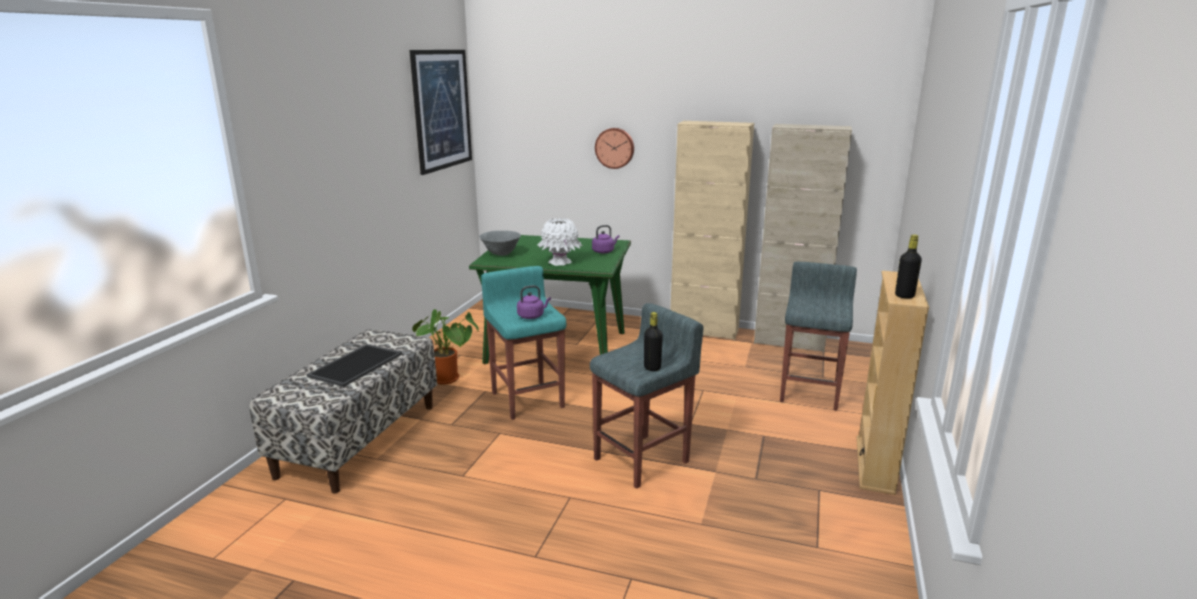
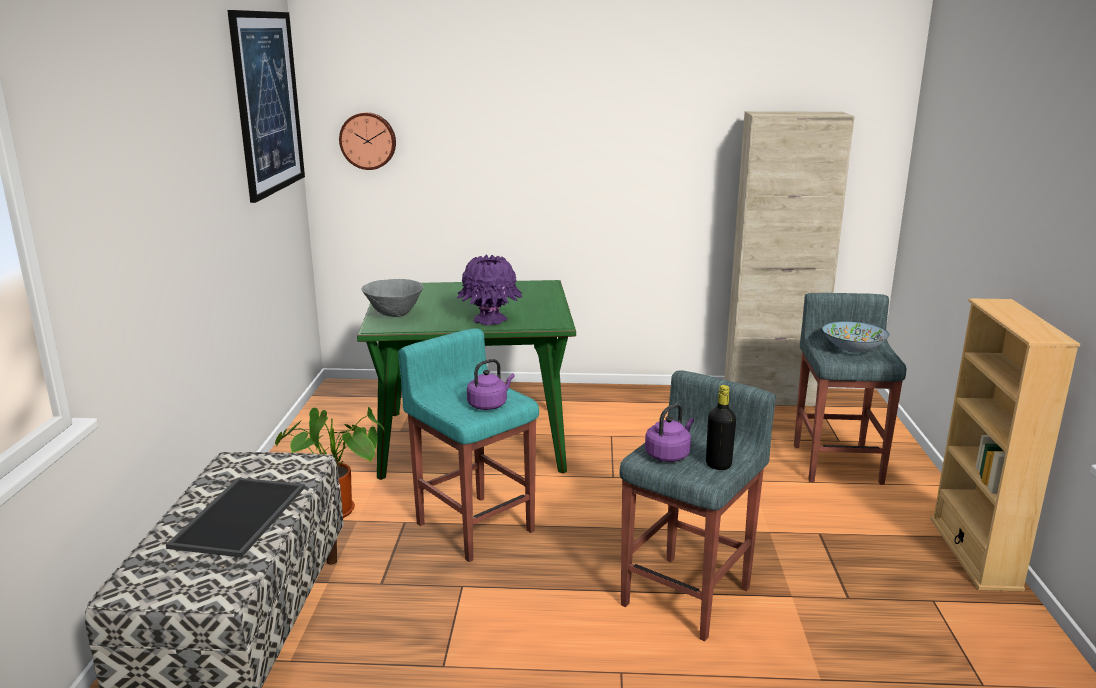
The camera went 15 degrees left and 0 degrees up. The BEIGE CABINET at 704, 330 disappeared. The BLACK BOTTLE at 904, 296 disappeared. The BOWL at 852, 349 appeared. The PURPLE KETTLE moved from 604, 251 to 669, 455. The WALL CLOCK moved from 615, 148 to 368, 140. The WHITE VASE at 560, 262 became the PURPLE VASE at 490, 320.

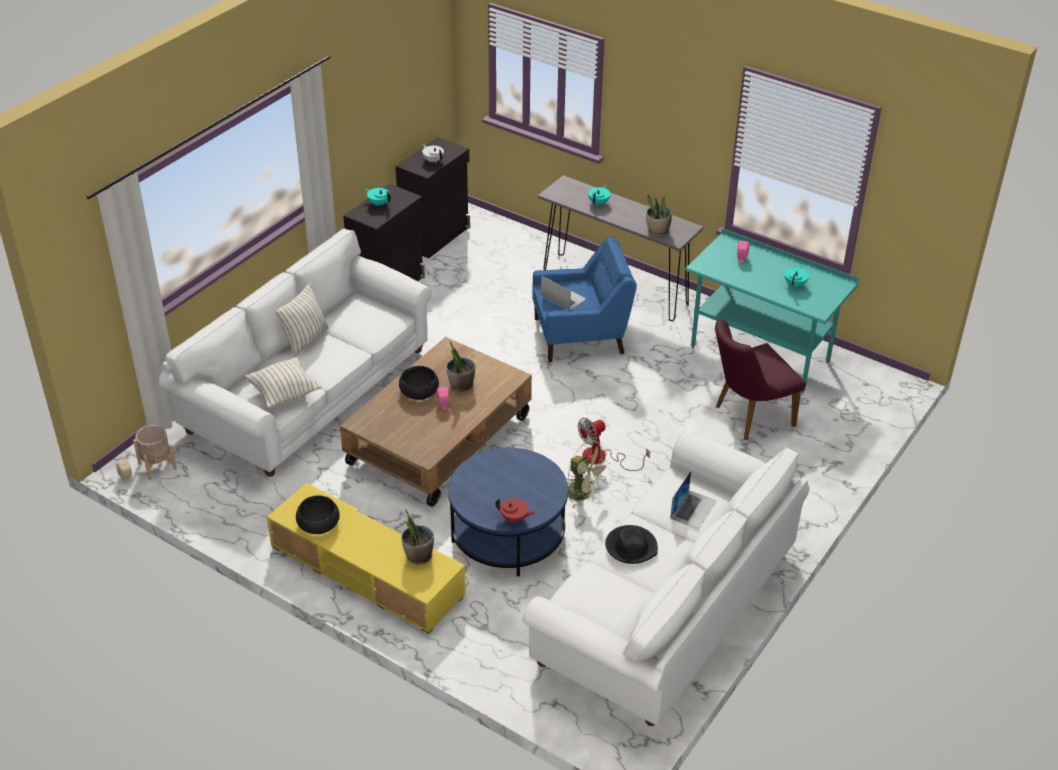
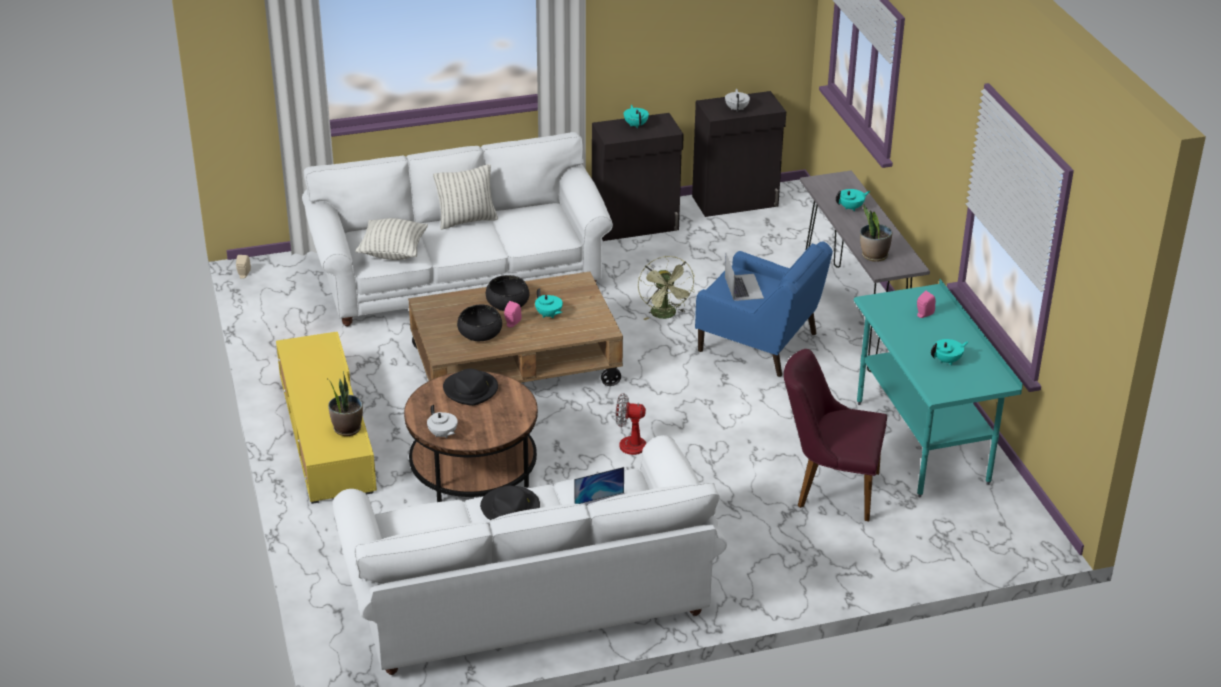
The camera went 40 degrees right and 5 degrees down. The BEIGE PLANTER at 157, 466 disappeared. The BLACK HAT at 471, 390 appeared. The BLACK BOWL moved from 318, 523 to 480, 333. The GREEN FAN moved from 583, 494 to 666, 315. The POTTED PLANT at 461, 385 was replaced by the TURQUOISE TEAPOT at 549, 315. The BLUE COFFEE TABLE at 508, 534 became the BROWN COFFEE TABLE at 473, 467. The RED TEAPOT at 514, 519 became the WHITE TEAPOT at 442, 434.

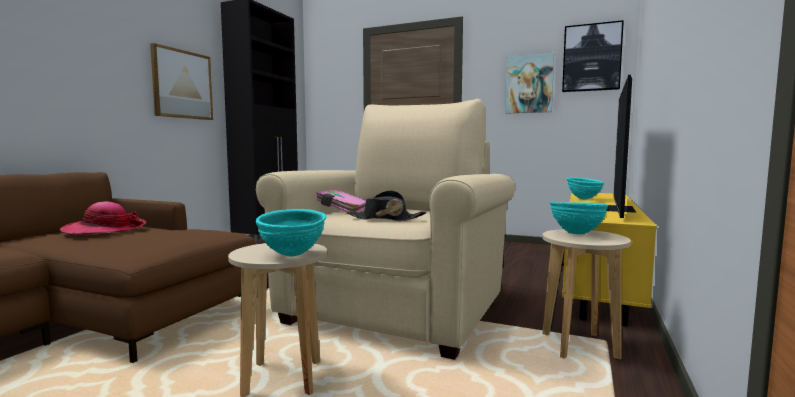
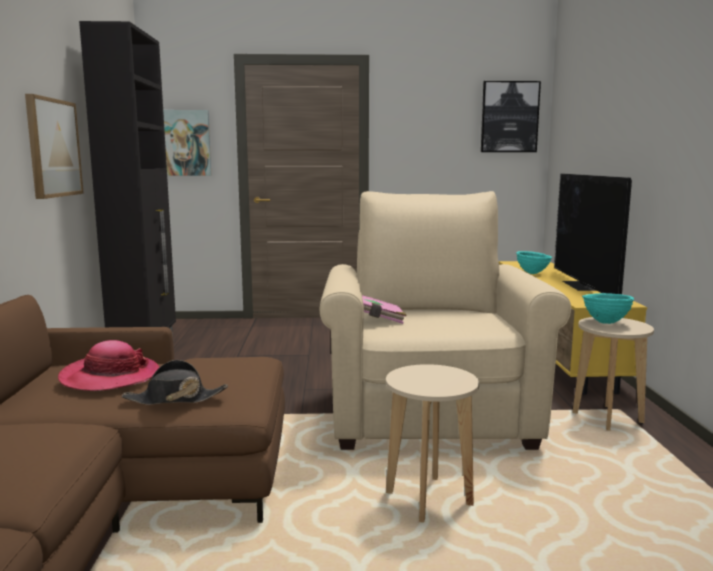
The camera went 25 degrees left and 5 degrees up. The TURQUOISE BOWL at 292, 255 disappeared. The BLACK HAT moved from 385, 219 to 175, 399. The PICTURE moved from 529, 84 to 184, 143.

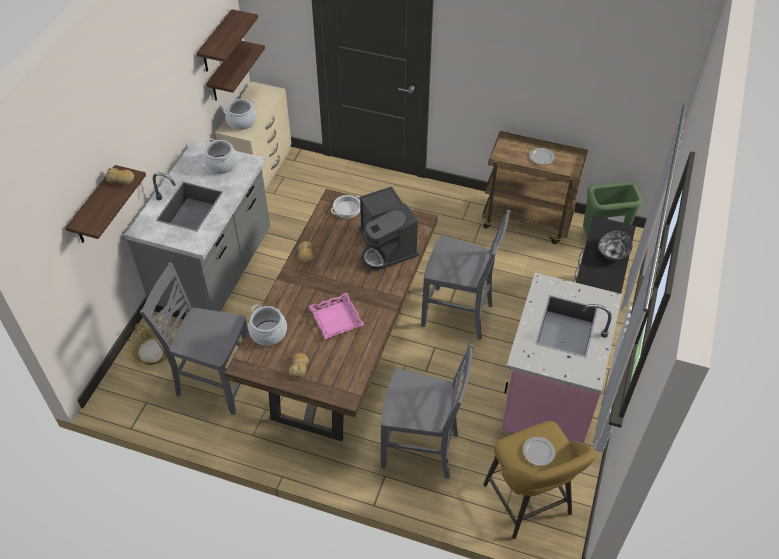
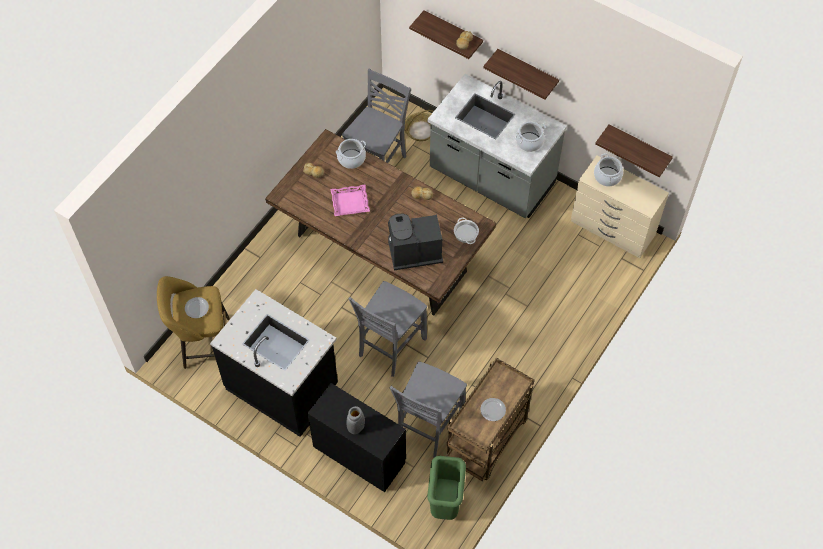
The camera went 105 degrees right and 10 degrees up. The SHELF moved from 216, 43 to 527, 72. The GREY CHAIR moved from 422, 450 to 428, 426. The BOWL at 613, 253 was replaced by the GREY VASE at 356, 427. The PINK COUNTER at 547, 401 became the BLACK COUNTER at 283, 387.

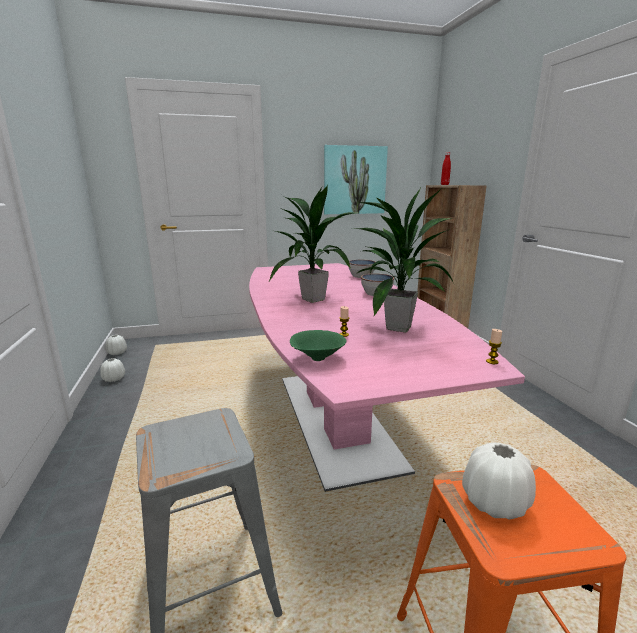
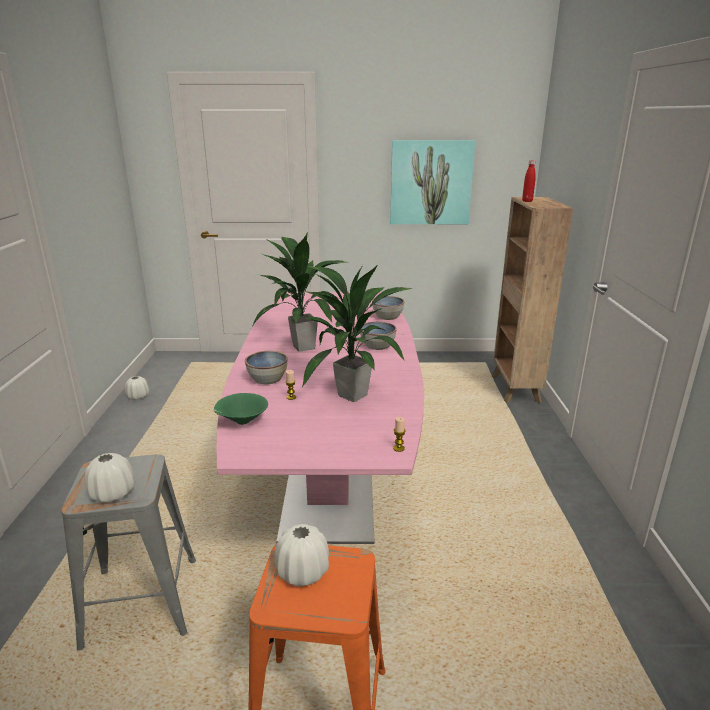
The camera went 15 degrees right and 5 degrees up. The BOWL at 267, 378 appeared. The WHITE VASE moved from 117, 352 to 112, 493.

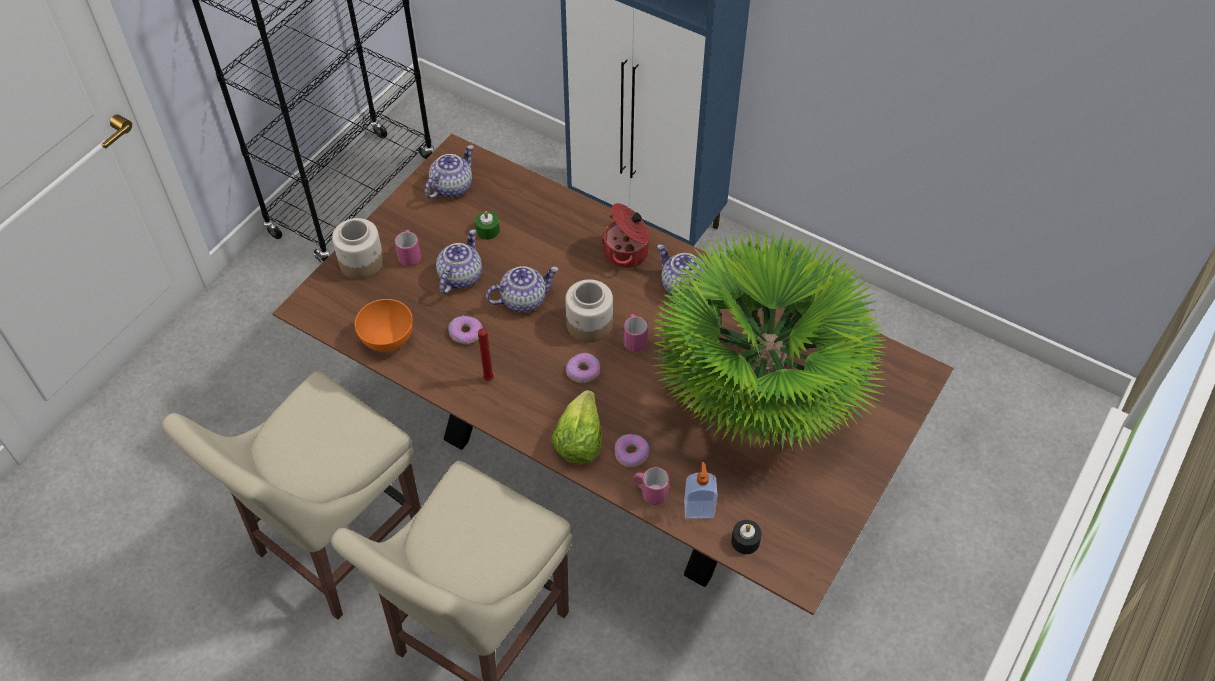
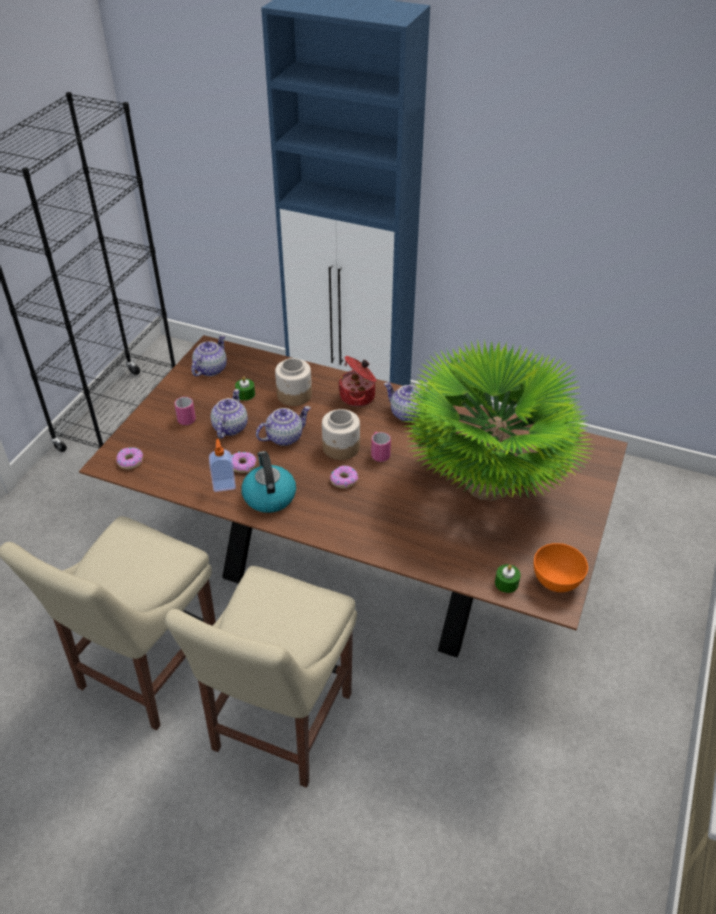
The camera went 10 degrees left and 10 degrees down. The LETTUCE at 579, 439 disappeared. The PINK MUG at 650, 493 disappeared. The JAR moved from 362, 262 to 295, 395. The ORANGE BOWL moved from 387, 339 to 556, 581. The DONUT moved from 631, 453 to 130, 461. The SOAP DISPENSER moved from 699, 508 to 224, 484. The RED CANDLE at 488, 380 was replaced by the KETTLE at 269, 496. The BLACK CANDLE at 745, 541 became the GREEN CANDLE at 506, 583.

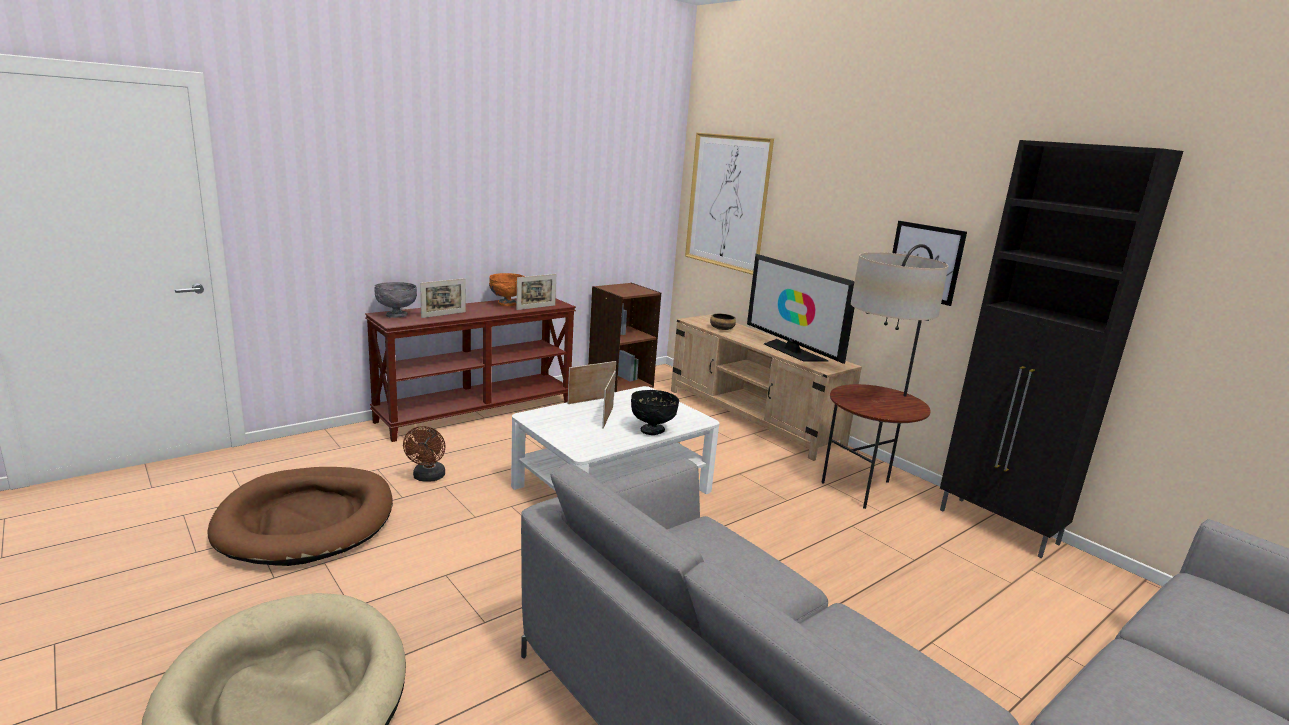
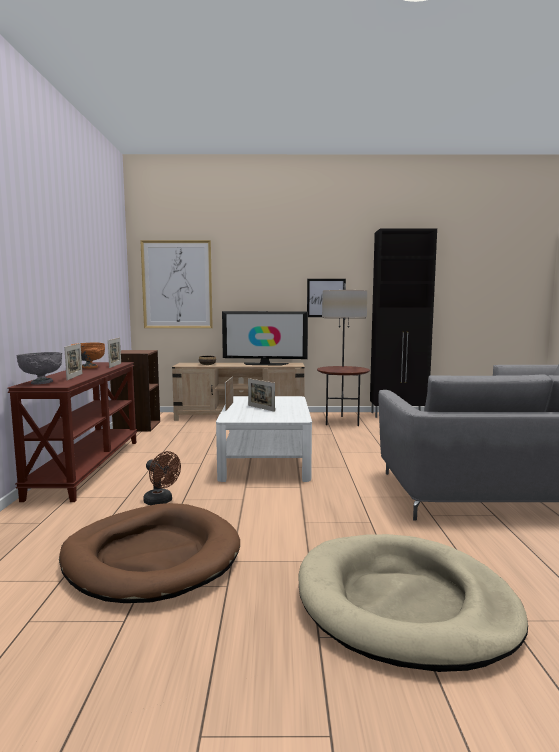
The camera went 50 degrees left and 10 degrees down. The BLACK BOWL at 652, 430 disappeared.

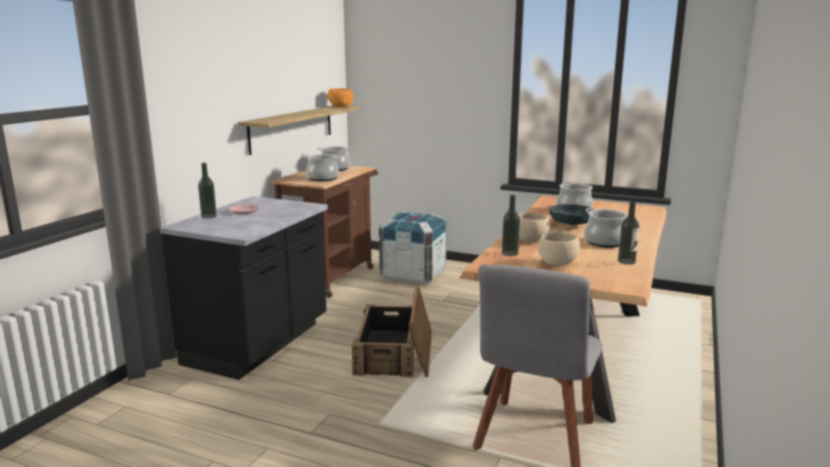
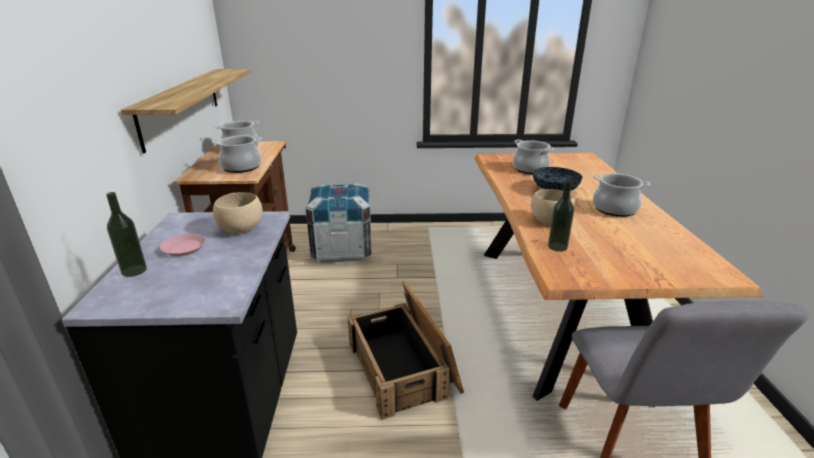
The camera went 25 degrees left and 10 degrees up. The ORANGE BOWL at 341, 107 disappeared. The BOTTLE at 626, 261 disappeared. The BEIGE BOWL moved from 557, 263 to 240, 229.

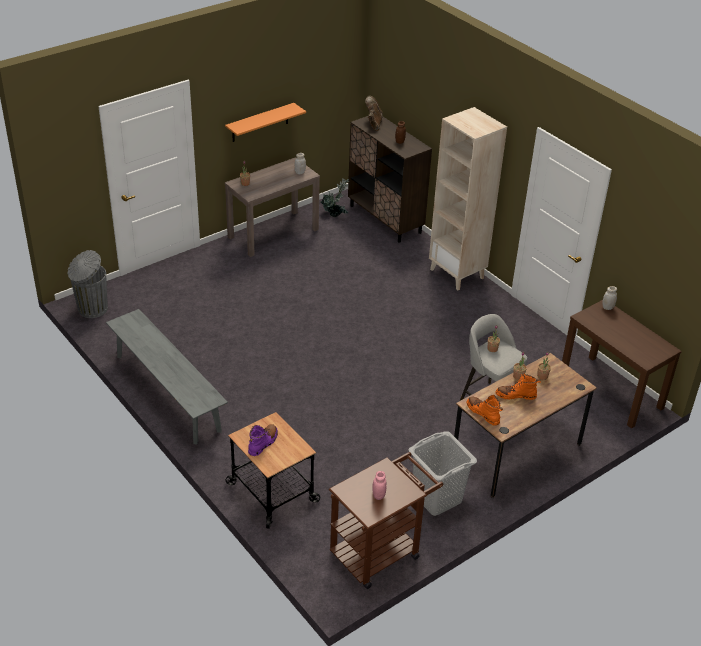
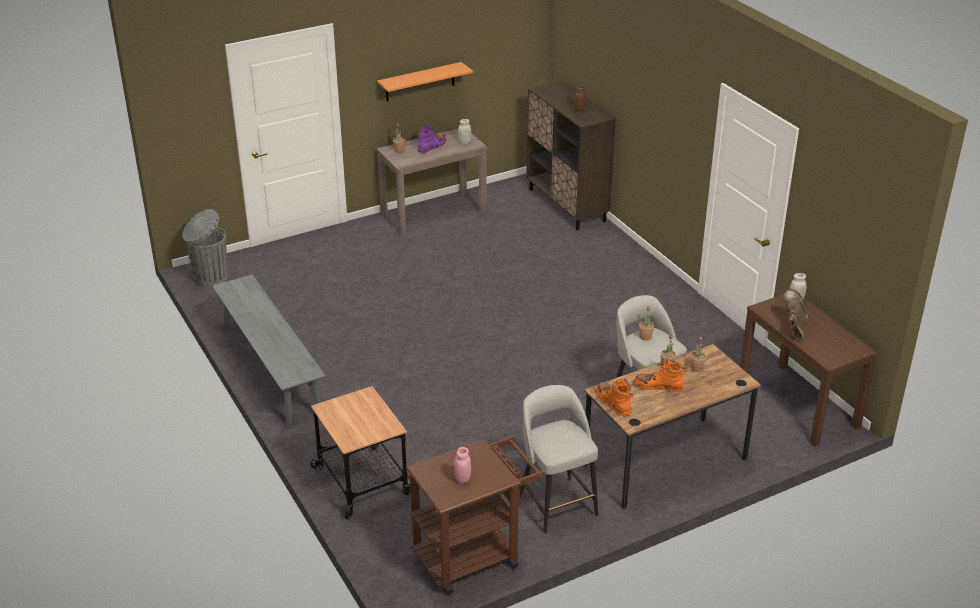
The camera went 10 degrees right and 5 degrees down. The POTTED PLANT at 335, 214 disappeared. The BEIGE BOOKCASE at 457, 274 disappeared. The PURPLE BOOT moved from 263, 443 to 432, 146. The BROWN BOOT moved from 373, 124 to 794, 329. The GREY LAUNDRY BASKET at 437, 497 was replaced by the GREY STOOL at 556, 503.

